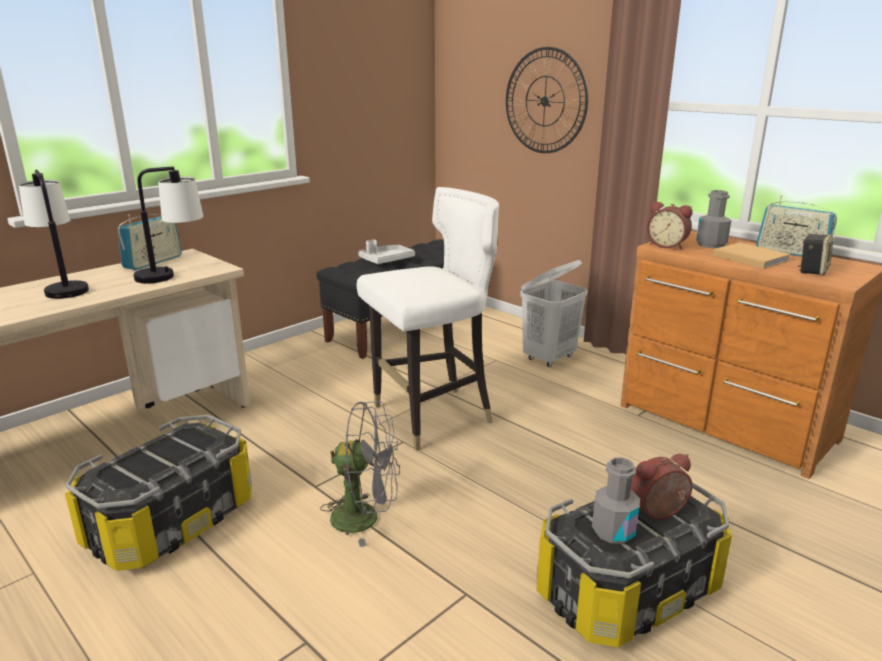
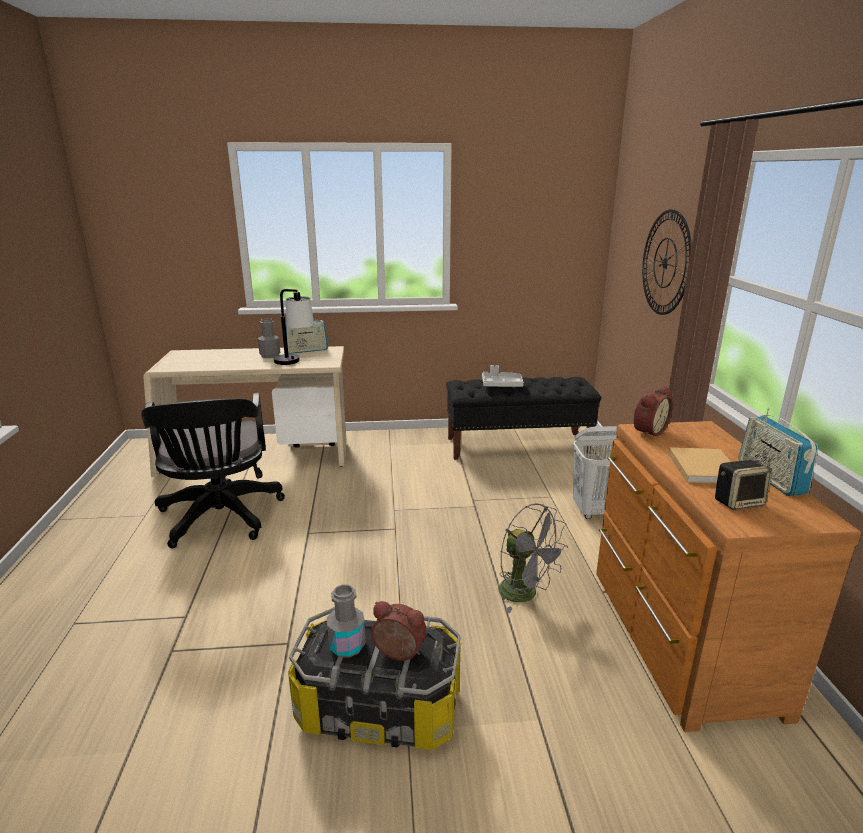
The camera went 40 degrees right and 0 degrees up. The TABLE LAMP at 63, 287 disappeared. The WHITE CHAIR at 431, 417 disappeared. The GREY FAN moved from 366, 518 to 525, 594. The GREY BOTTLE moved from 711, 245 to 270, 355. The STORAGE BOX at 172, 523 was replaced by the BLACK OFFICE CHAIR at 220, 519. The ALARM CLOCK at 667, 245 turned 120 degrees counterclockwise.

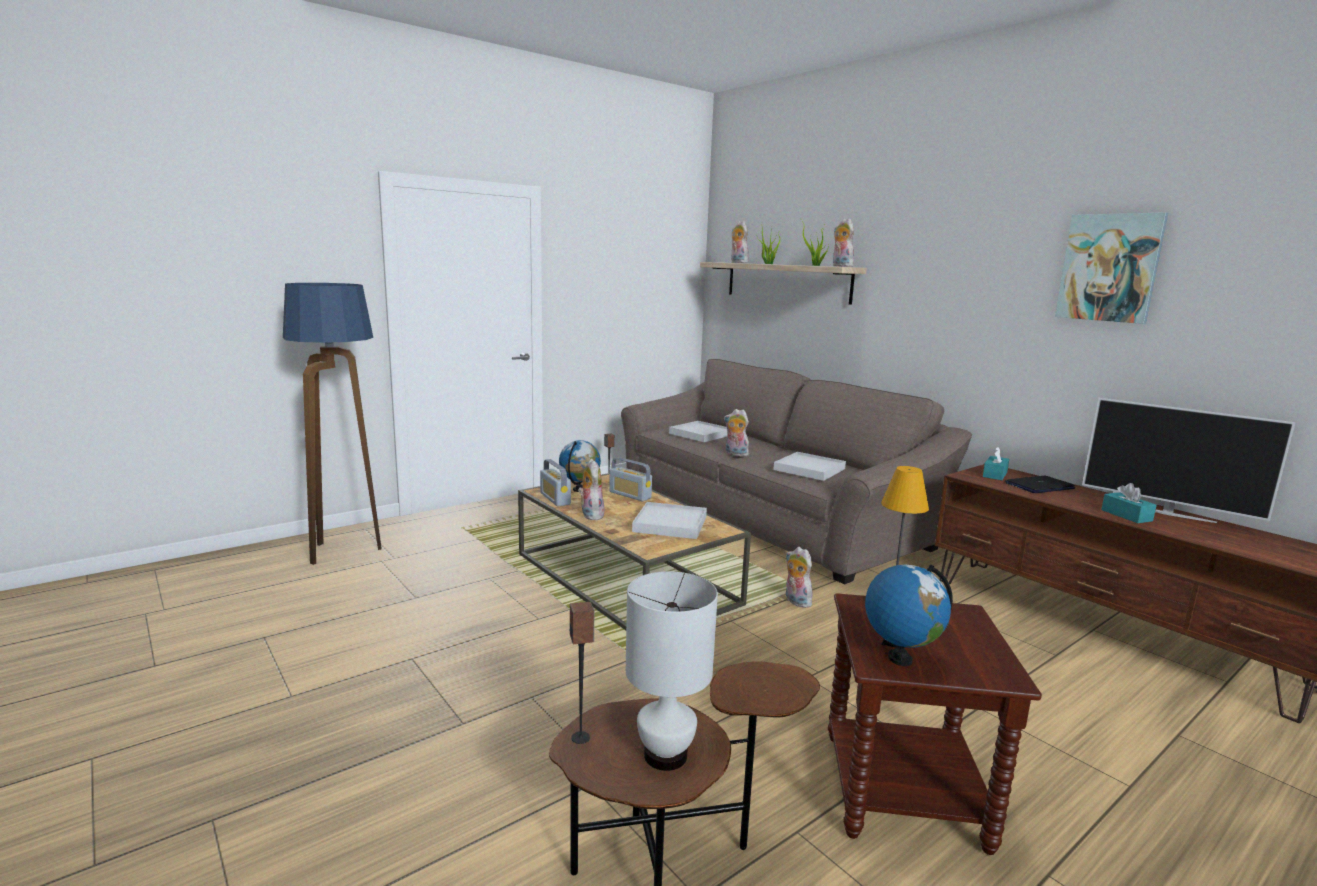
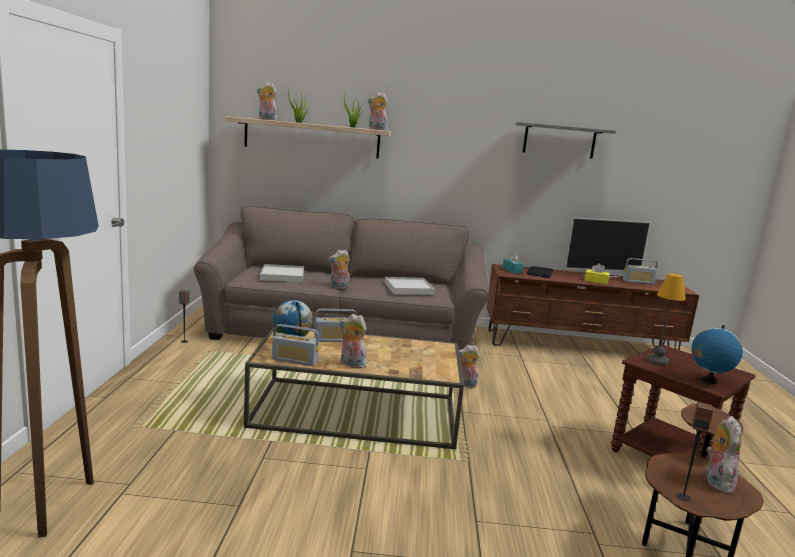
The camera went 50 degrees left and 0 degrees up. The WHITE TRAY at 670, 524 disappeared. The RADIO at 638, 282 appeared. The WHITE TABLE LAMP at 665, 756 was replaced by the PLUSH TOY at 715, 481. The PICTURE at 1109, 268 was replaced by the GREY SHELF at 559, 141. The TURQUOISE TISSUE BOX at 1126, 515 became the YELLOW TISSUE BOX at 596, 281.

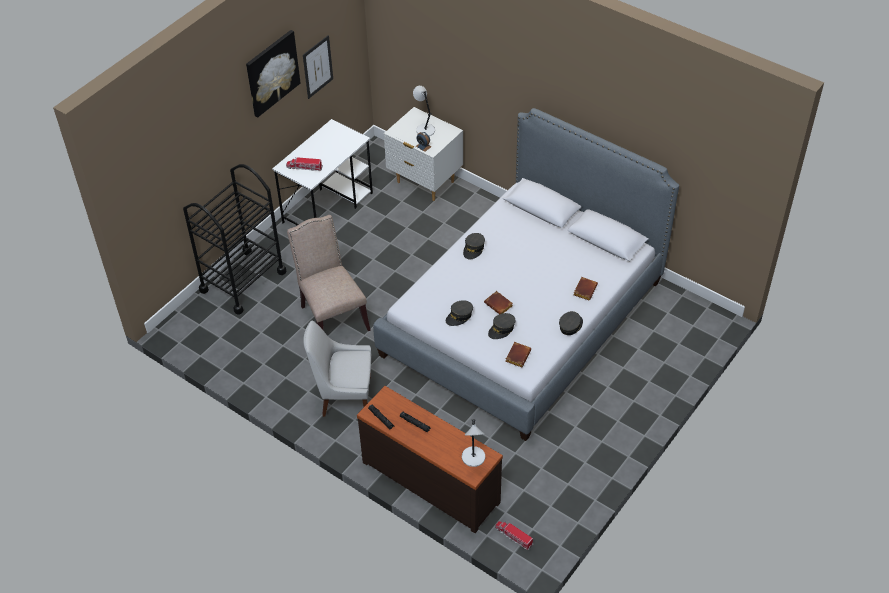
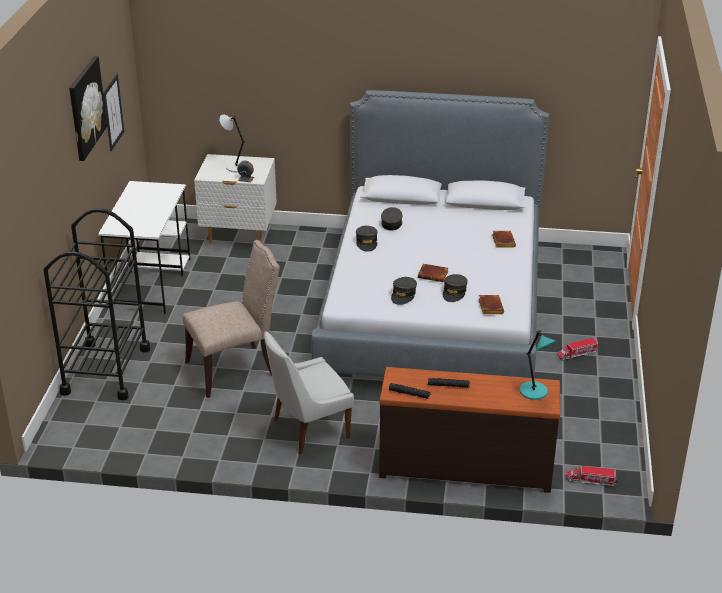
The camera went 30 degrees left and 15 degrees down. The TOY TRUCK moved from 304, 167 to 577, 354. The GREY CAP moved from 570, 326 to 391, 223. The GREY TABLE LAMP at 473, 458 became the TURQUOISE TABLE LAMP at 534, 392. The BEIGE CHAIR at 331, 317 turned 120 degrees clockwise.

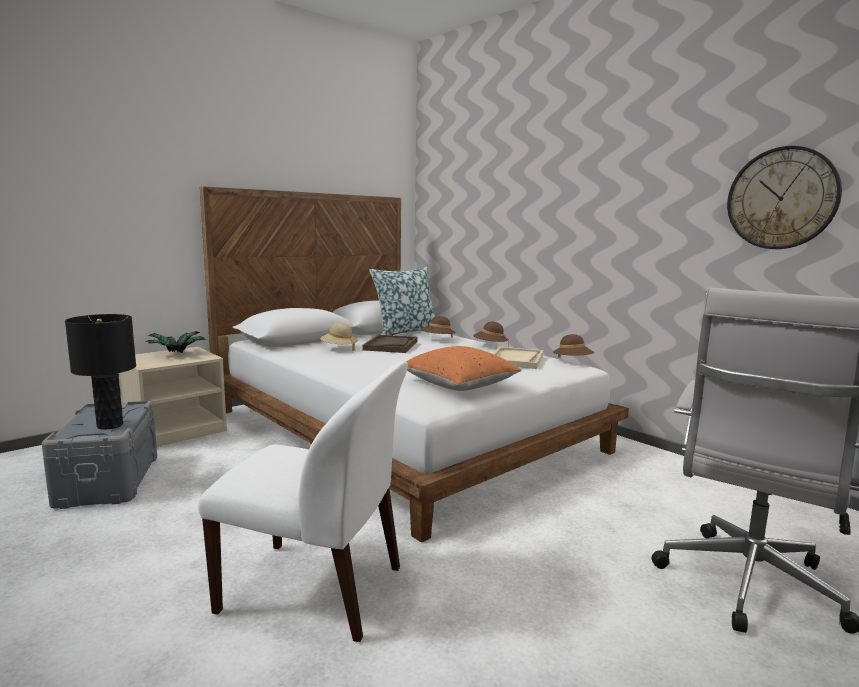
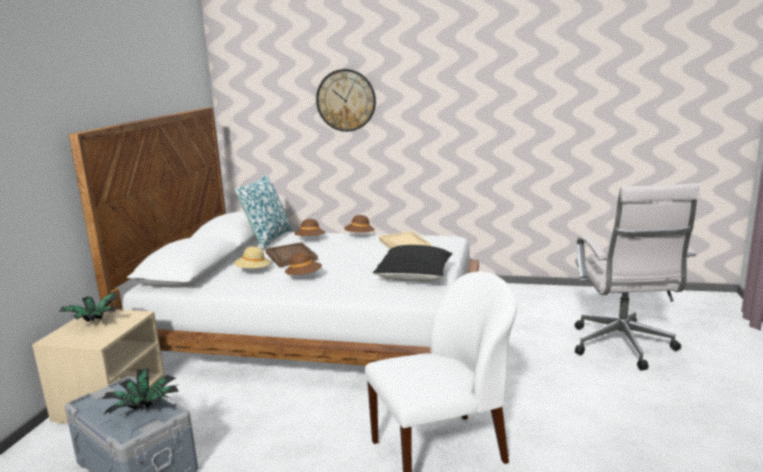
The camera went 35 degrees left and 5 degrees up. The BROWN HAT moved from 572, 362 to 304, 277. The WALL CLOCK moved from 781, 198 to 346, 100. The BLACK TABLE LAMP at 110, 425 was replaced by the POTTED PLANT at 145, 409. The ORANGE PILLOW at 459, 386 became the BLACK PILLOW at 414, 277.

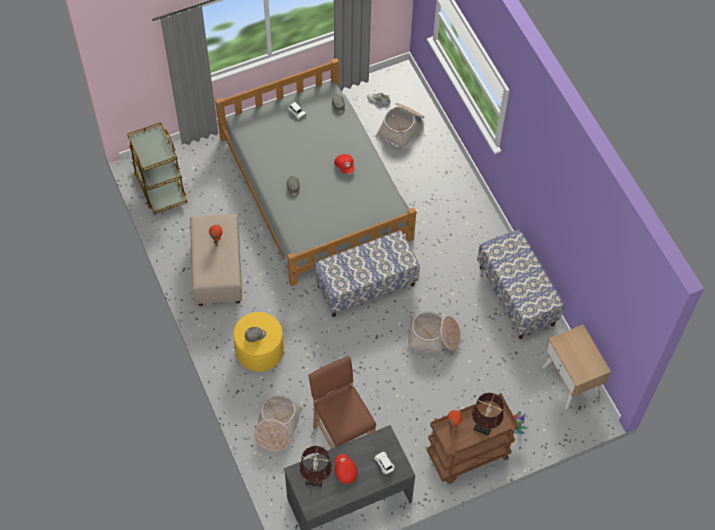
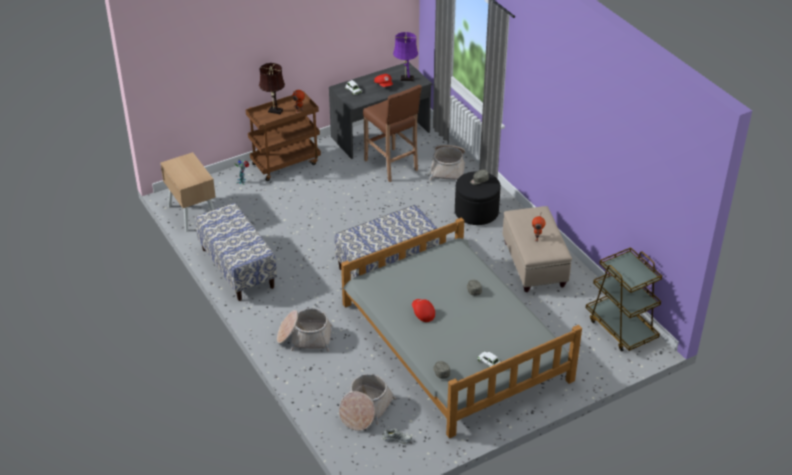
The camera went 175 degrees right and 20 degrees down. The BASKET moved from 433, 338 to 304, 337. The YELLOW OTTOMAN at 259, 350 became the BLACK OTTOMAN at 476, 212. The BROWN TABLE LAMP at 316, 481 became the PURPLE TABLE LAMP at 405, 78.

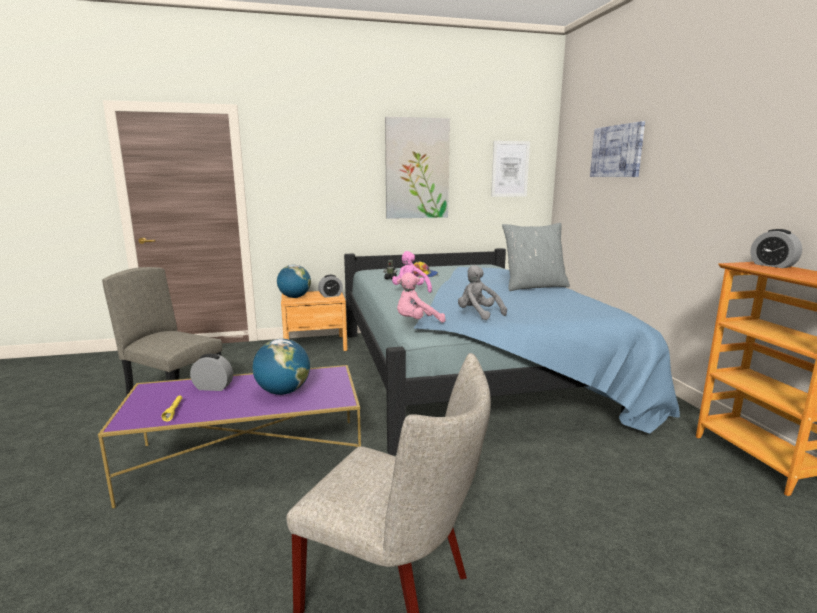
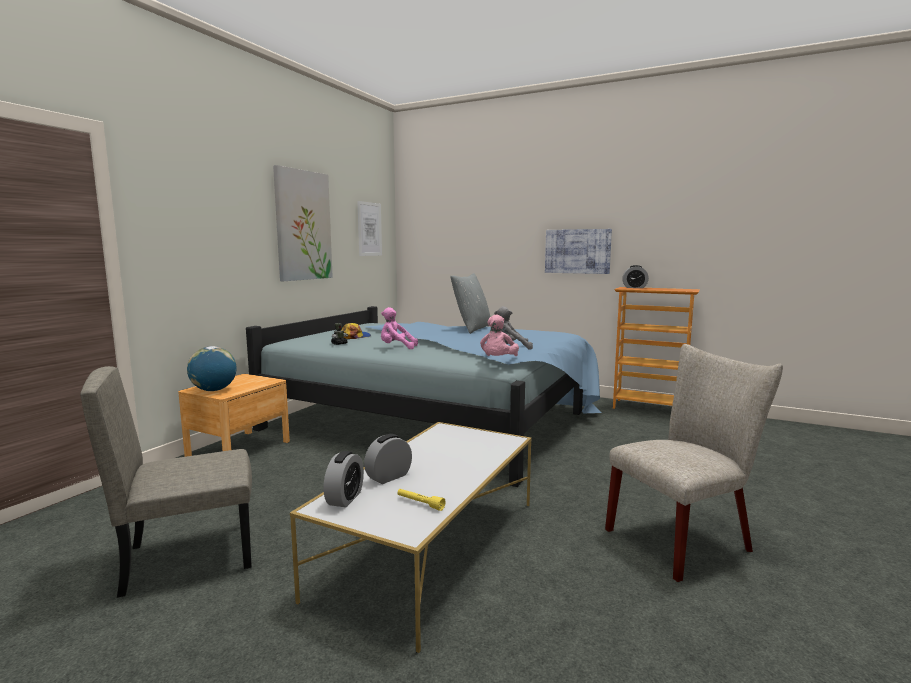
The camera went 50 degrees left and 5 degrees down. The GLOBE at 283, 392 disappeared. The ALARM CLOCK moved from 330, 295 to 345, 498. The PICTURE moved from 616, 151 to 577, 251. The PURPLE COFFEE TABLE at 249, 458 became the WHITE COFFEE TABLE at 432, 546.

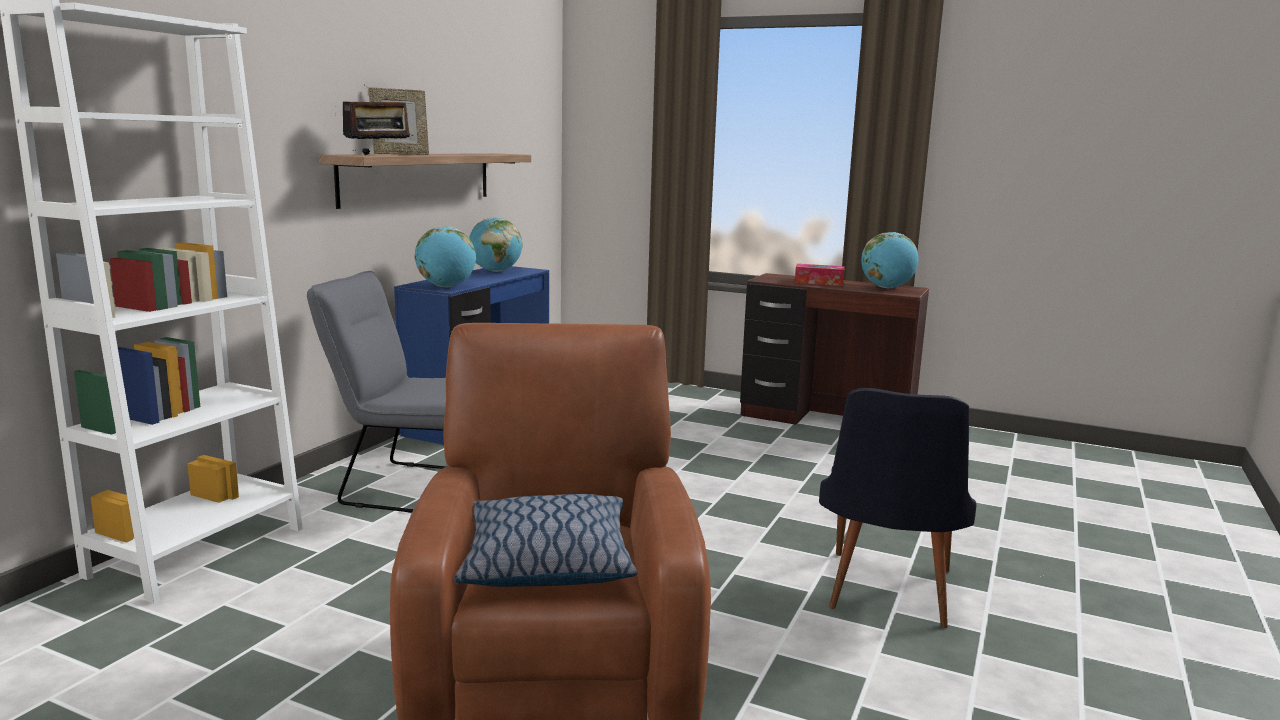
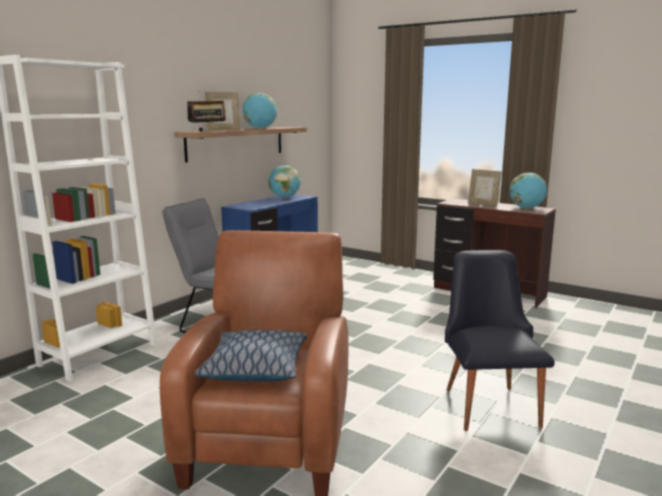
The camera went 10 degrees right and 0 degrees up. The GLOBE moved from 446, 287 to 260, 128. The TISSUE BOX at 819, 282 was replaced by the PICTURE FRAME at 483, 204. The BLACK CHAIR at 886, 595 turned 150 degrees clockwise.

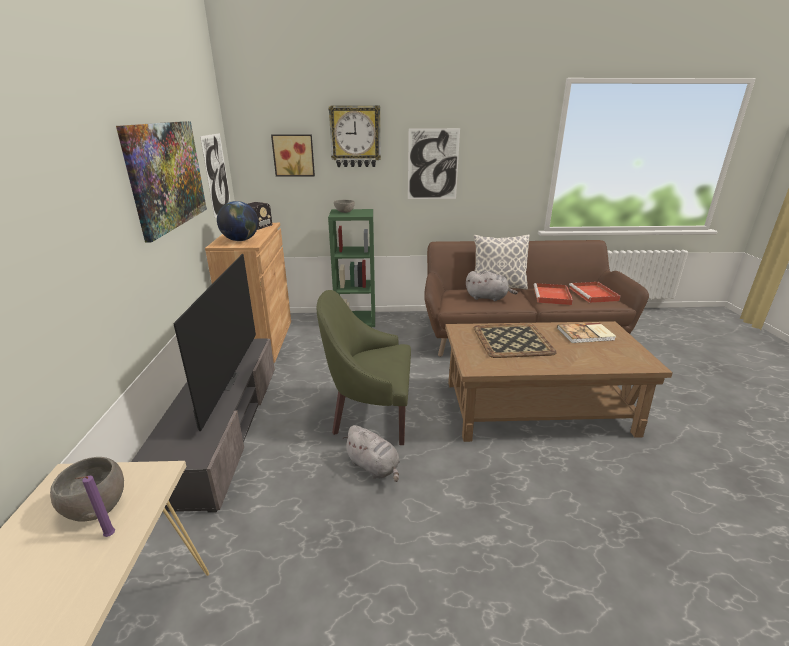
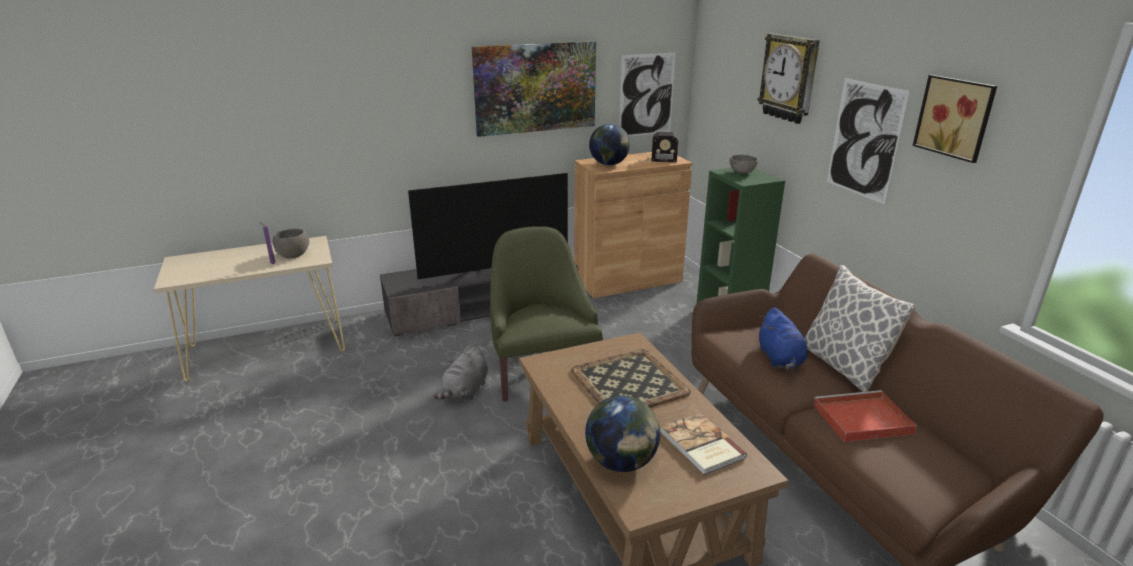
The camera went 70 degrees right and 0 degrees up. The RED TRAY at 594, 294 disappeared. The GLOBE at 621, 462 appeared. The PICTURE moved from 293, 155 to 956, 117. The GREY PLUSH TOY at 488, 298 became the BLUE PLUSH TOY at 780, 359.

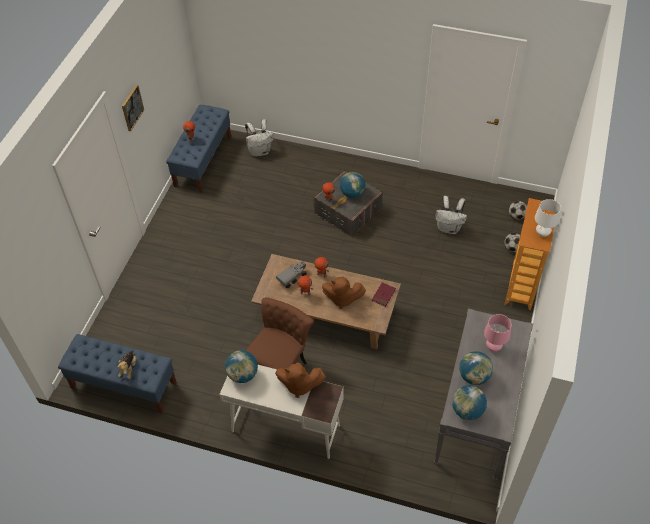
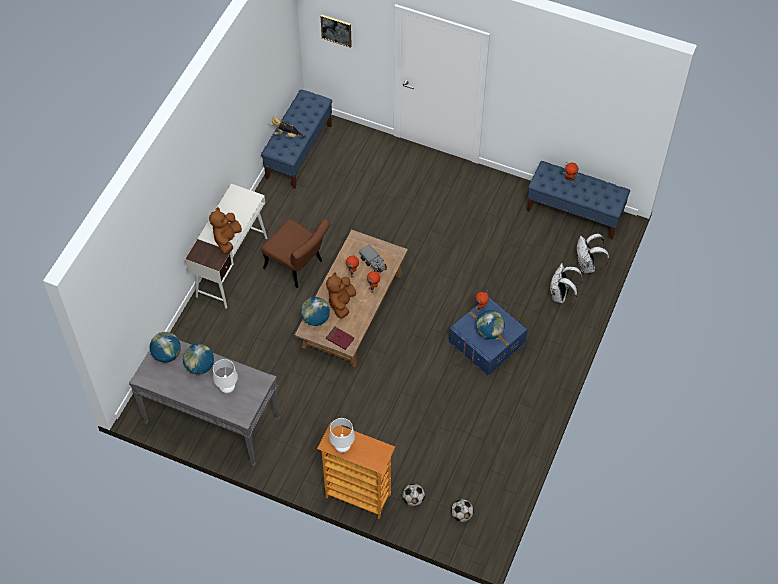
The camera went 95 degrees right and 5 degrees up. The PICTURE moved from 132, 107 to 336, 30. The GLOBE moved from 243, 375 to 315, 319. The WHITE BACKPACK moved from 449, 228 to 561, 296. The GREY STORAGE BOX at 348, 211 became the BLUE STORAGE BOX at 487, 342. The PINK TABLE LAMP at 493, 347 became the WHITE TABLE LAMP at 227, 389.

